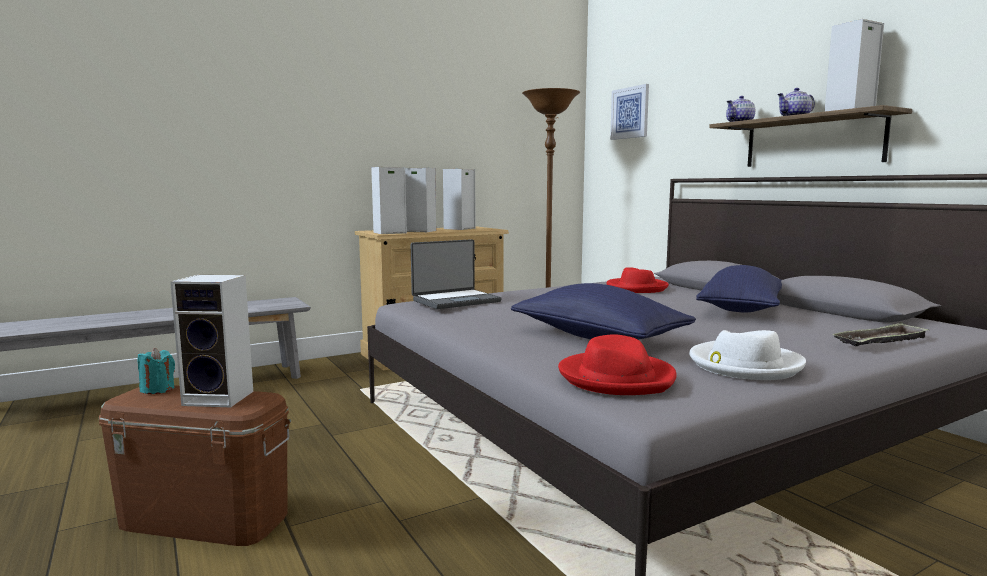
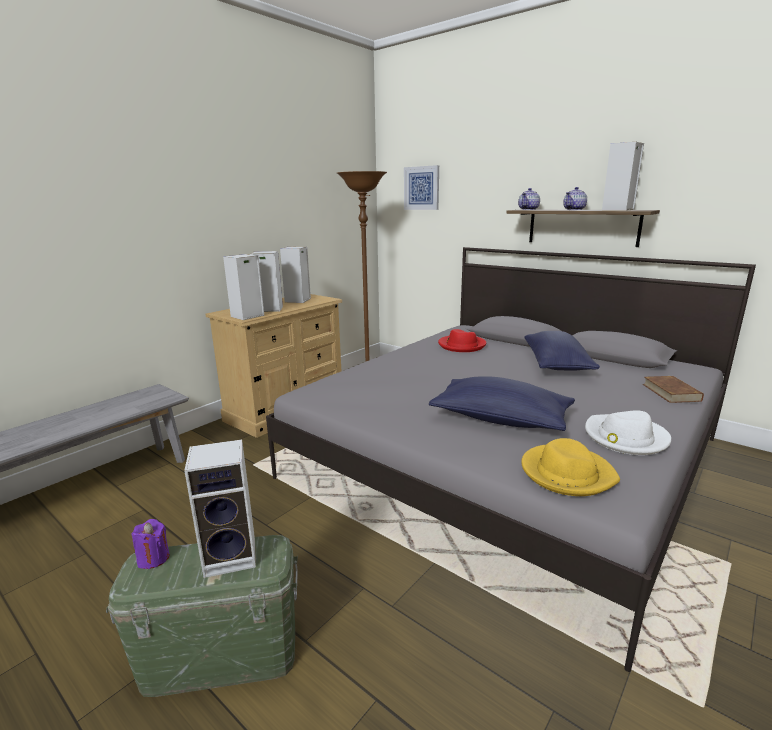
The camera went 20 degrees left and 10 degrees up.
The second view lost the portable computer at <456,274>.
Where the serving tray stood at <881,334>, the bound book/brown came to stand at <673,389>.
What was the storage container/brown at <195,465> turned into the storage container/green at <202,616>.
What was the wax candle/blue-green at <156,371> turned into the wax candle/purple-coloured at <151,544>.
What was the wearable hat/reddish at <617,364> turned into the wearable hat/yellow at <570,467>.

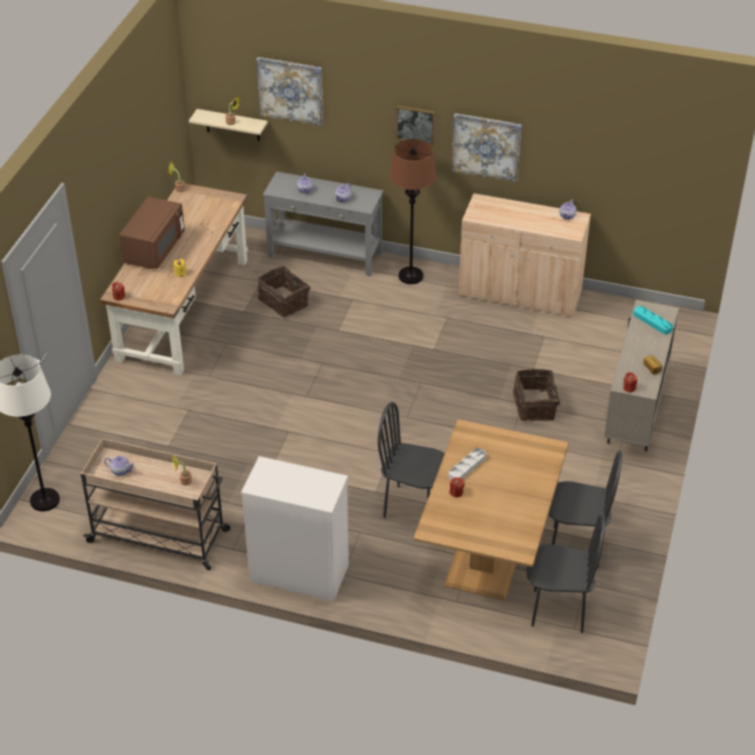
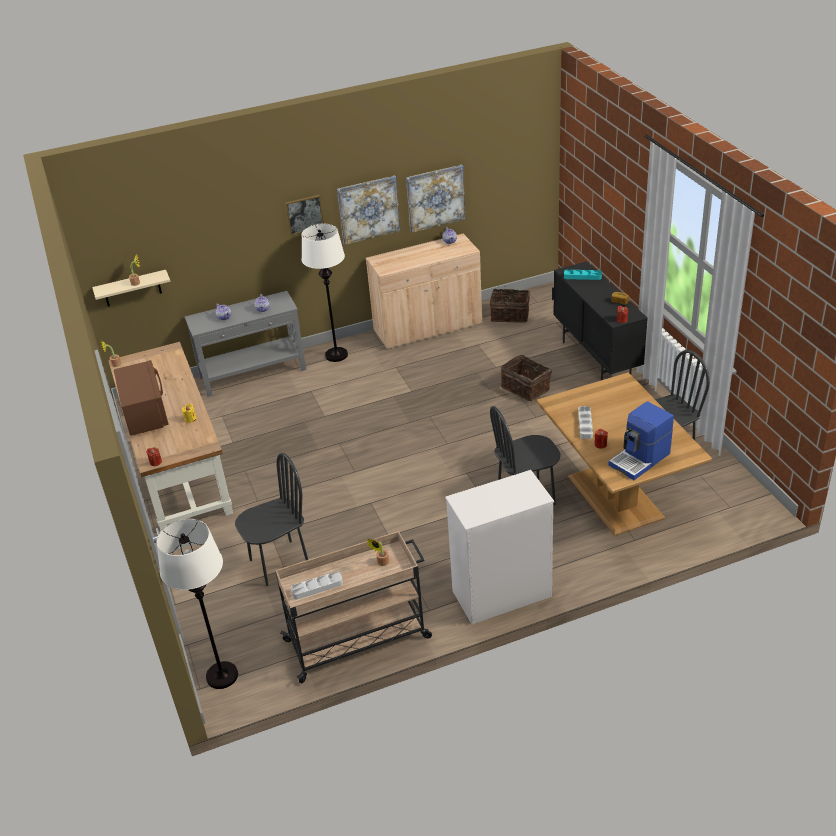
The camera went 35 degrees left and 5 degrees down.
The second view gained the coffee brewer at <641,441>.
The picture ended up elsewhere, having gone from <289,91> to <435,199>.
The basket ended up elsewhere, having gone from <284,291> to <510,306>.
The chair/black-coloured ended up elsewhere, having gone from <566,573> to <271,519>.
Where the teapot stood at <119,466>, the serving tray/greyish came to stand at <317,585>.
What was the standing lamp/brown at <413,211> turned into the standing lamp/white-coloured at <324,293>.
What was the cupboard/beige at <641,376> turned into the cupboard/black-coloured at <600,320>.

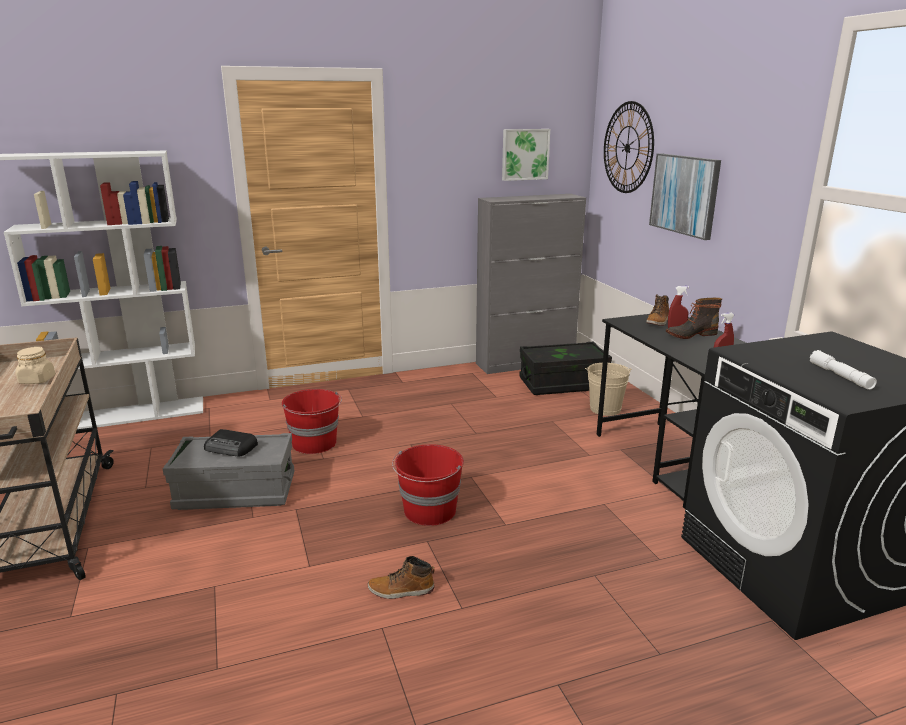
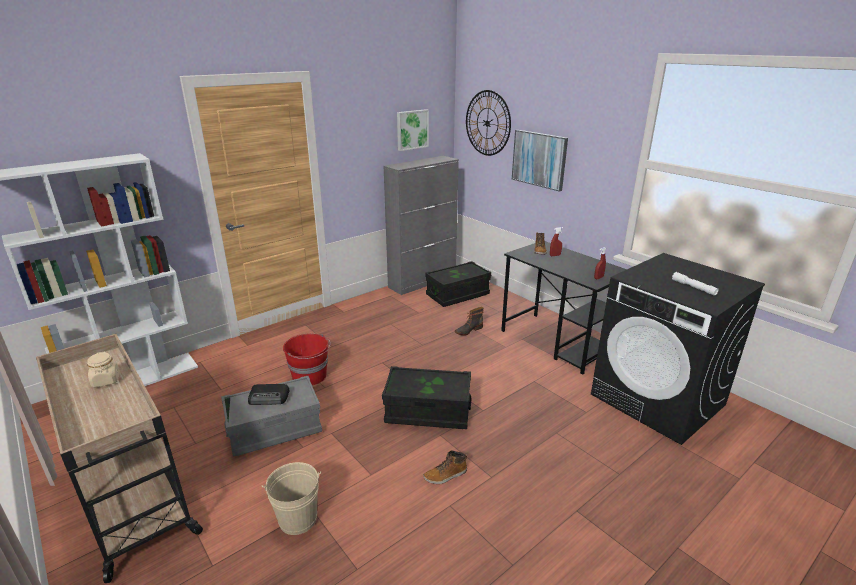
The camera went 20 degrees left and 5 degrees up.
The water bucket/beige ended up elsewhere, having gone from <608,389> to <291,498>.
The tall boot ended up elsewhere, having gone from <694,318> to <469,321>.
Where the water bucket/reddish stood at <428,485>, the storage container/black-coloured came to stand at <426,397>.

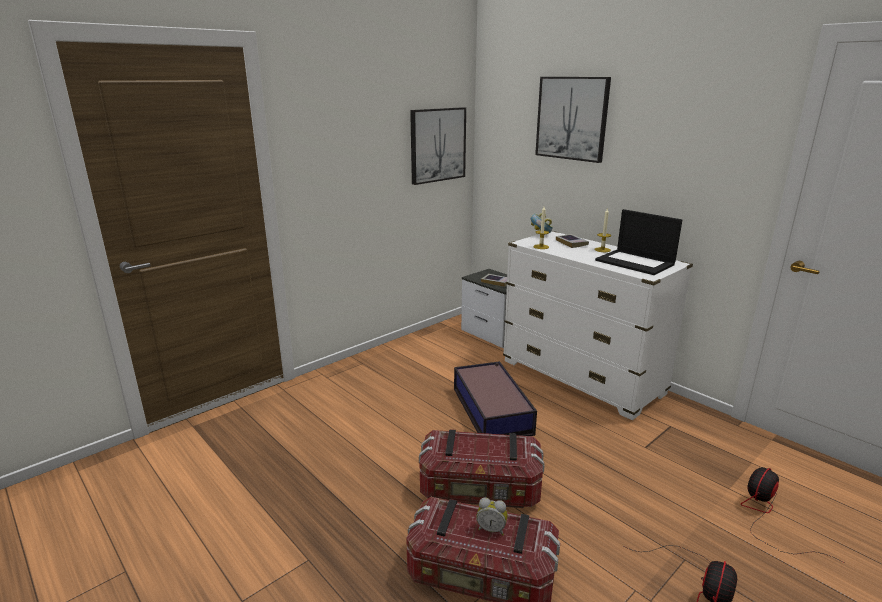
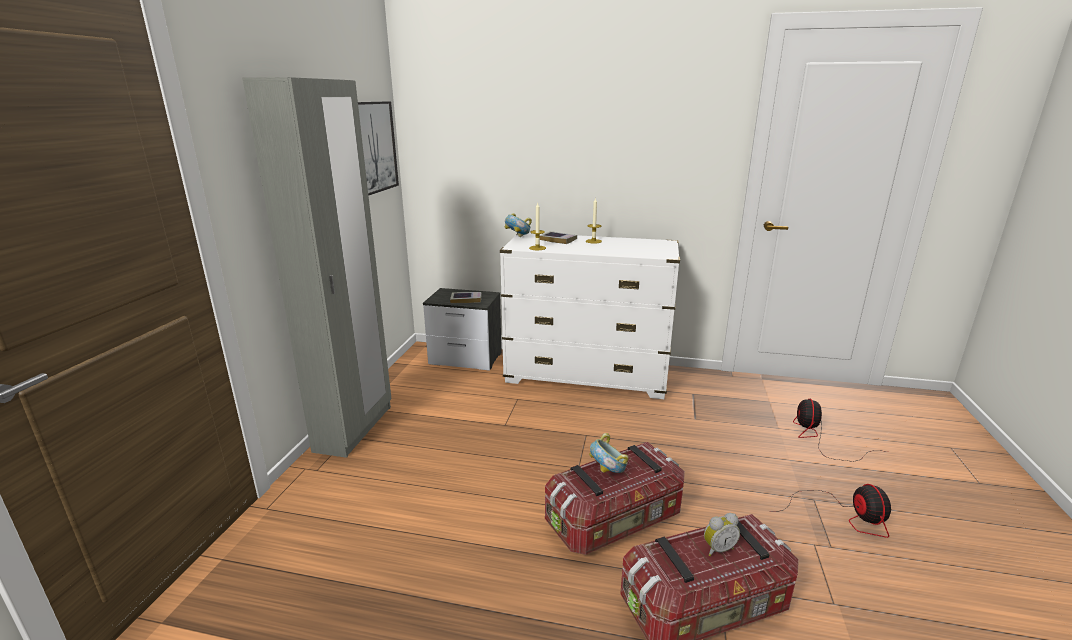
The camera went 35 degrees left and 0 degrees up.
The second view lost the storage container at <495,398>.
The second view lost the picture at <573,120>.
The second view lost the portable computer at <638,242>.
The second view gained the armoire/greyish at <317,267>.
The second view gained the bowl at <609,453>.

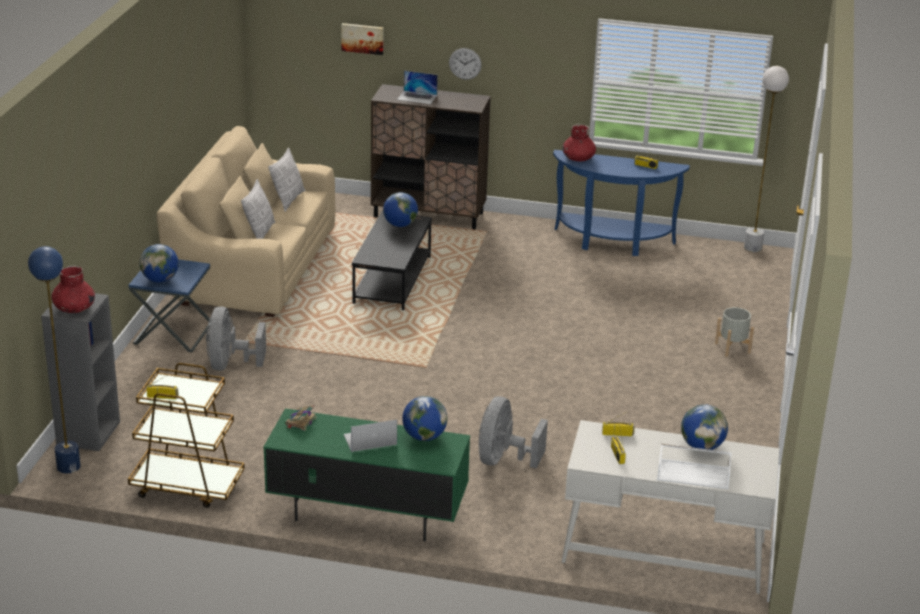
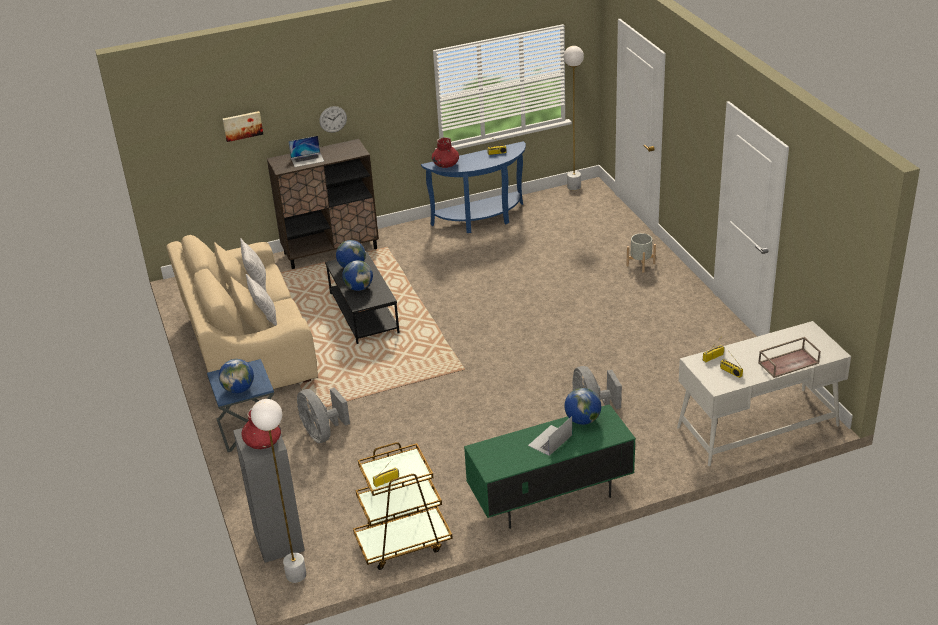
The camera went 30 degrees left and 5 degrees up.
The second view lost the bound book at <301,418>.
The desk globe ended up elsewhere, having gone from <704,427> to <357,275>.
What was the standing lamp/bluish at <54,360> turned into the standing lamp/white-coloured at <279,491>.
What was the serving tray/white-coloured at <694,466> turned into the serving tray/brown at <789,357>.

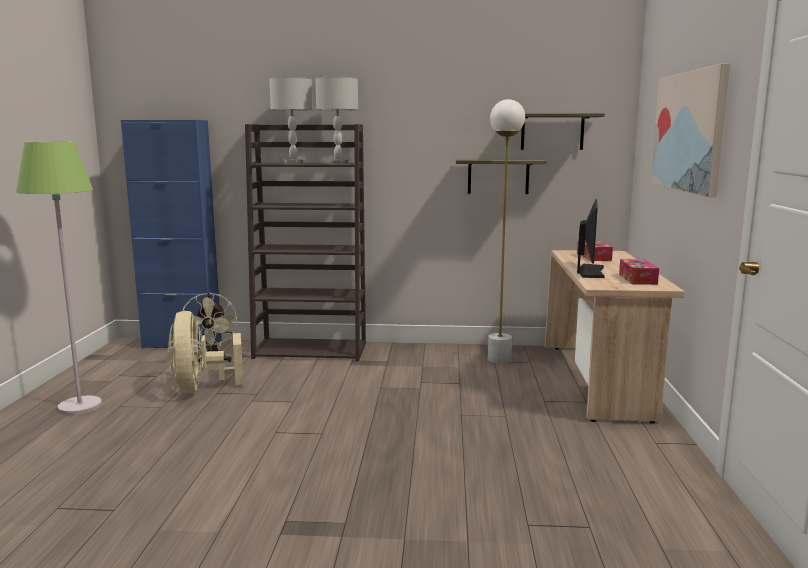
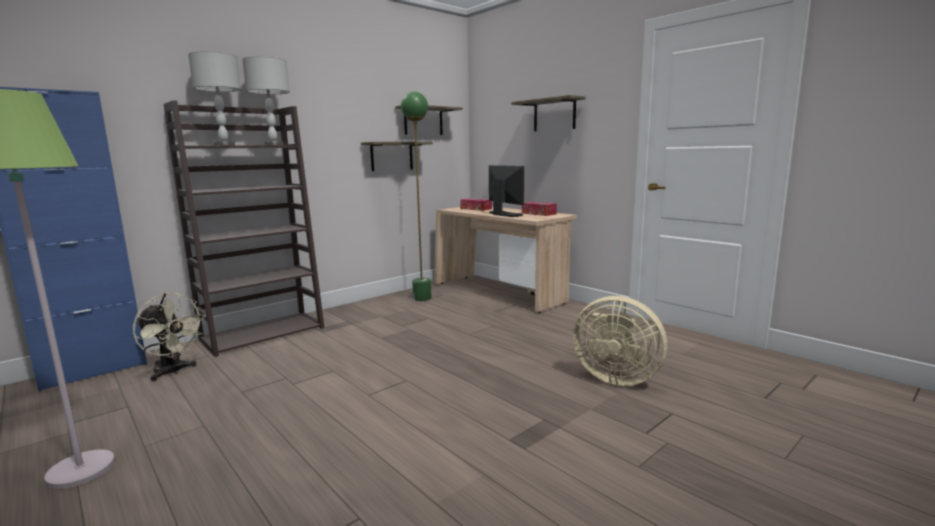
The camera went 45 degrees left and 0 degrees up.
The fan/beige ended up elsewhere, having gone from <206,352> to <620,341>.
Where the picture hung at <690,130>, the bracket shelf came to hang at <548,113>.
What was the standing lamp/white-coloured at <506,231> turned into the standing lamp/green at <416,196>.

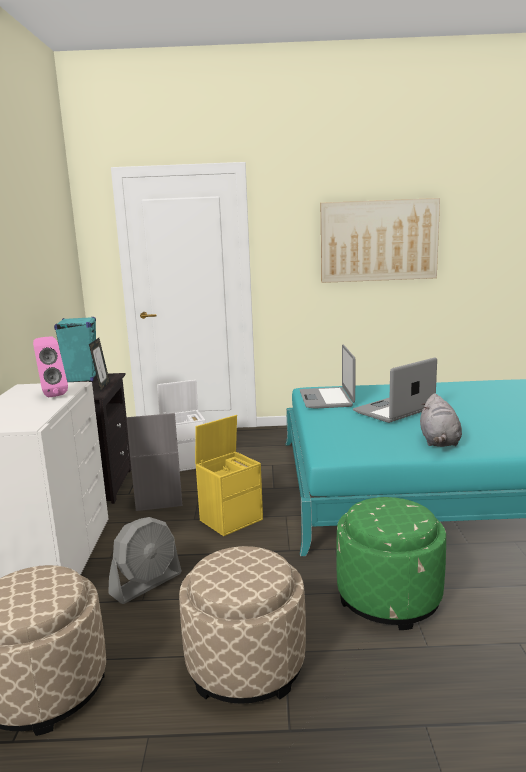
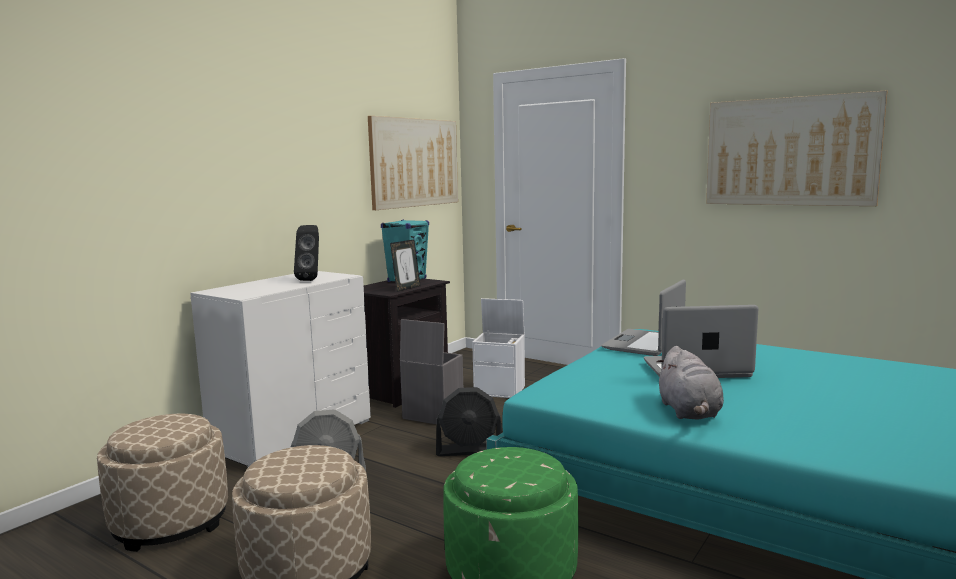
The camera went 35 degrees right and 5 degrees down.
The second view gained the picture at <413,163>.
Where the storage container/yellow stood at <229,475>, the fan/black-coloured came to stand at <469,421>.
What was the audio speaker/pink at <50,366> turned into the audio speaker/black-coloured at <306,253>.
The soft toy/greyish at <441,420> ended up facing another way, 45 degrees counterclockwise from before.

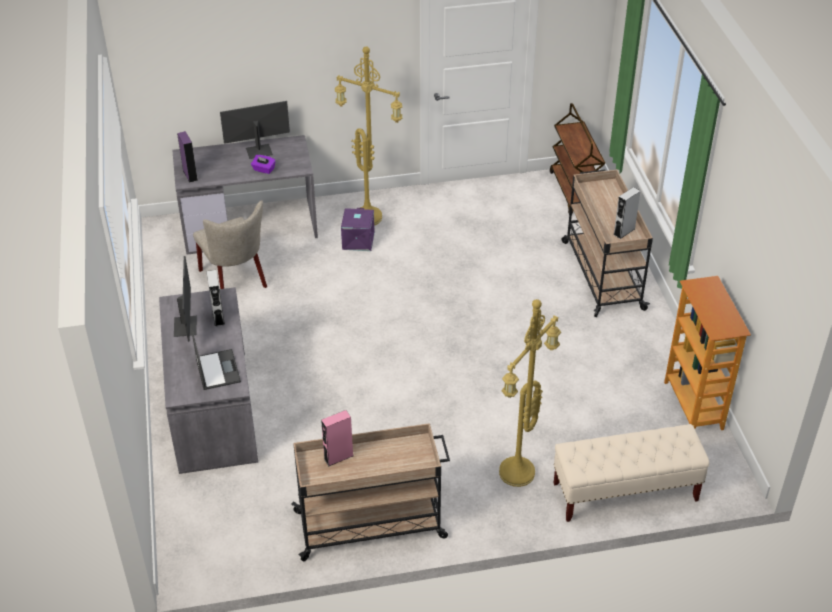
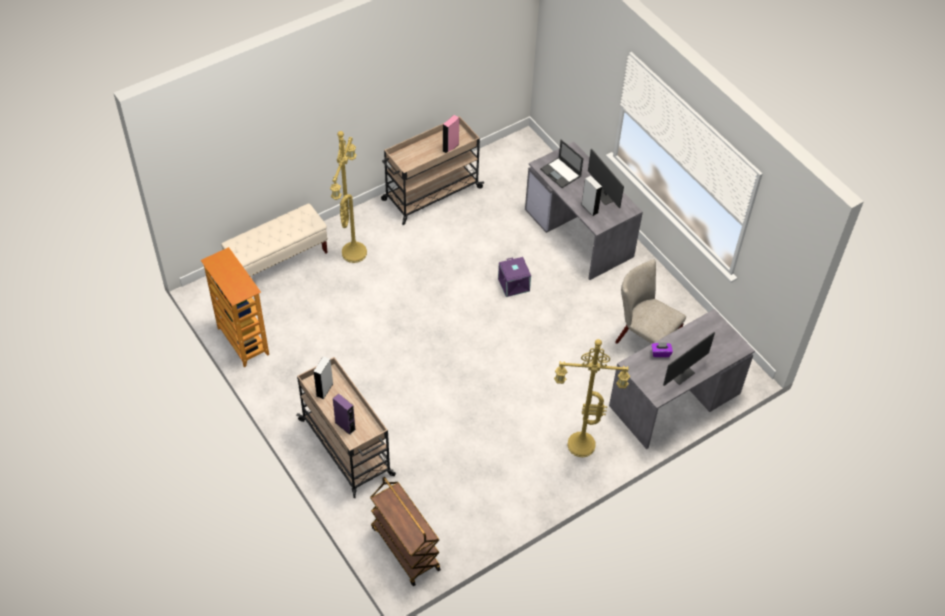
The camera went 155 degrees right and 10 degrees up.
The audio speaker/purple-coloured ended up elsewhere, having gone from <187,157> to <344,414>.
The storage container/purple-coloured ended up elsewhere, having gone from <358,229> to <514,277>.

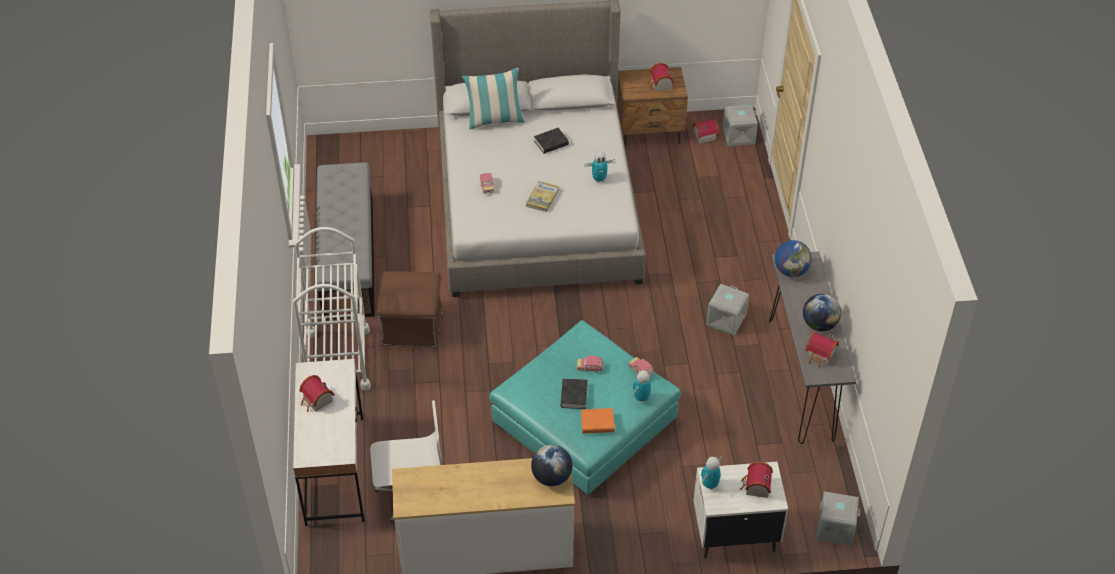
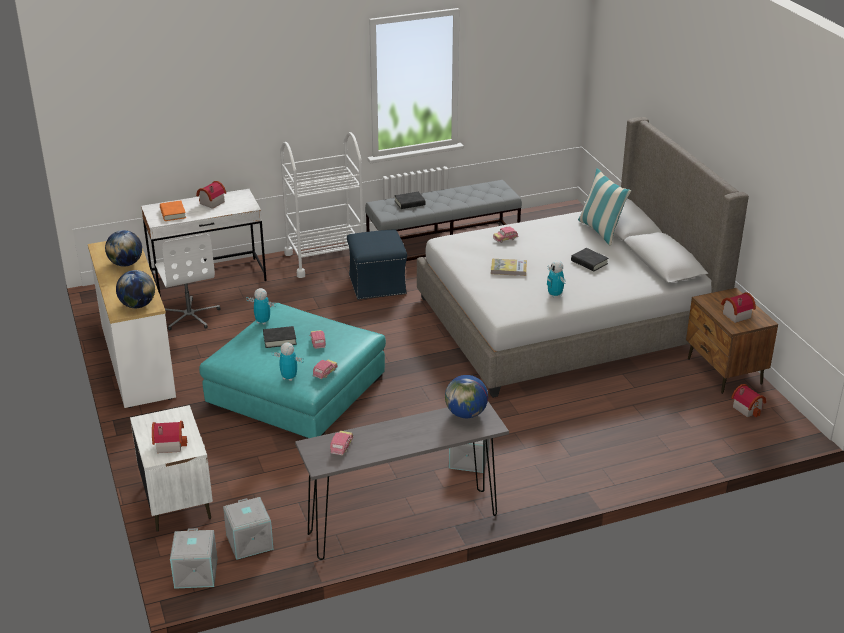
The camera went 75 degrees right and 15 degrees down.
The second view gained the bound book/black-coloured at <409,200>.
The bound book/orangey ended up elsewhere, having gone from <598,421> to <173,210>.
The toy robot ended up elsewhere, having gone from <711,473> to <261,306>.
The storage container/greyish ended up elsewhere, having gone from <740,125> to <248,528>.
The desk globe ended up elsewhere, having gone from <822,313> to <123,248>.
Where the model house stood at <822,350>, the miniature car came to stand at <341,443>.
What was the pouffe/brown at <409,309> turned into the pouffe/bluish at <377,264>.

